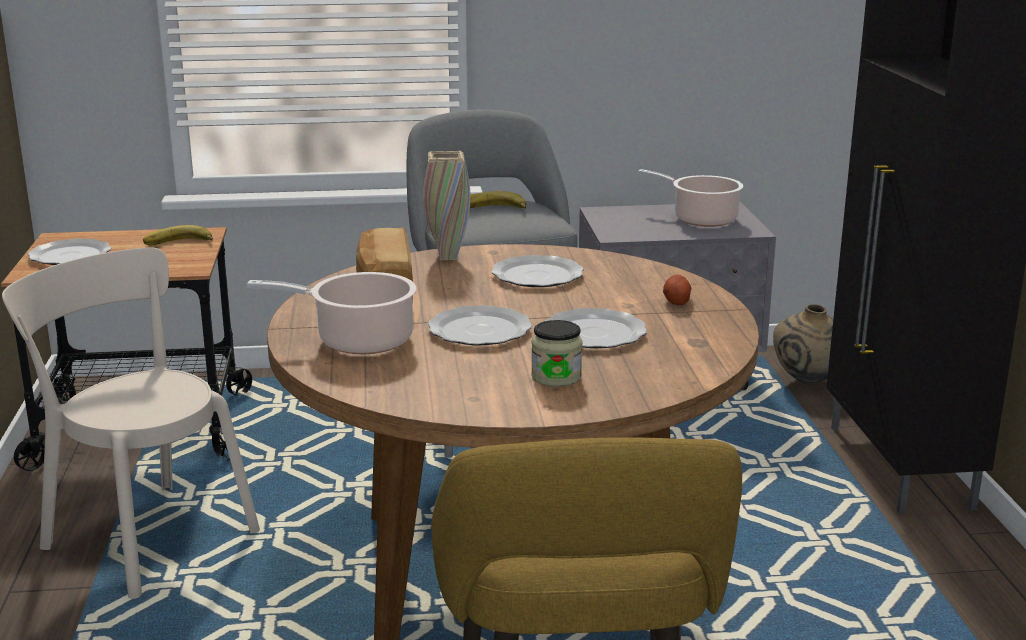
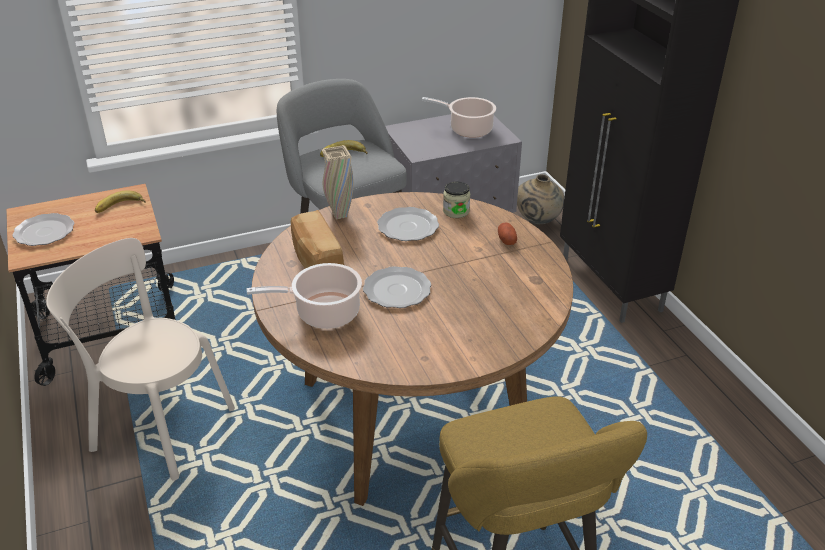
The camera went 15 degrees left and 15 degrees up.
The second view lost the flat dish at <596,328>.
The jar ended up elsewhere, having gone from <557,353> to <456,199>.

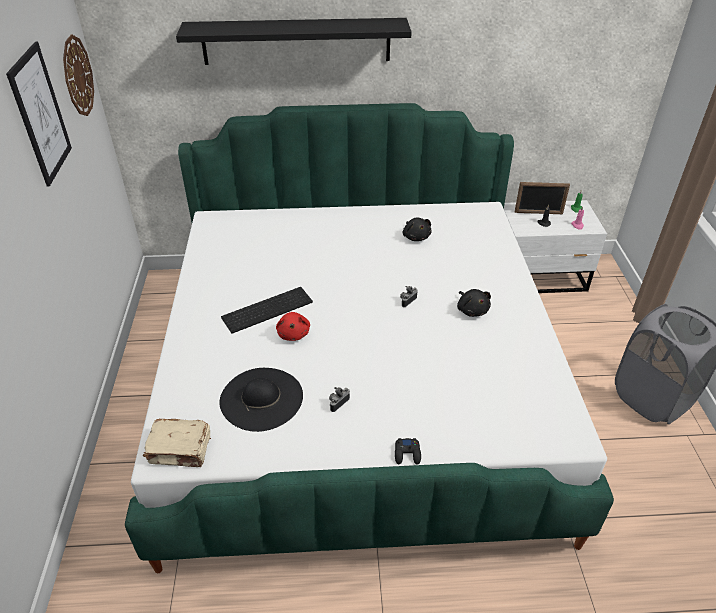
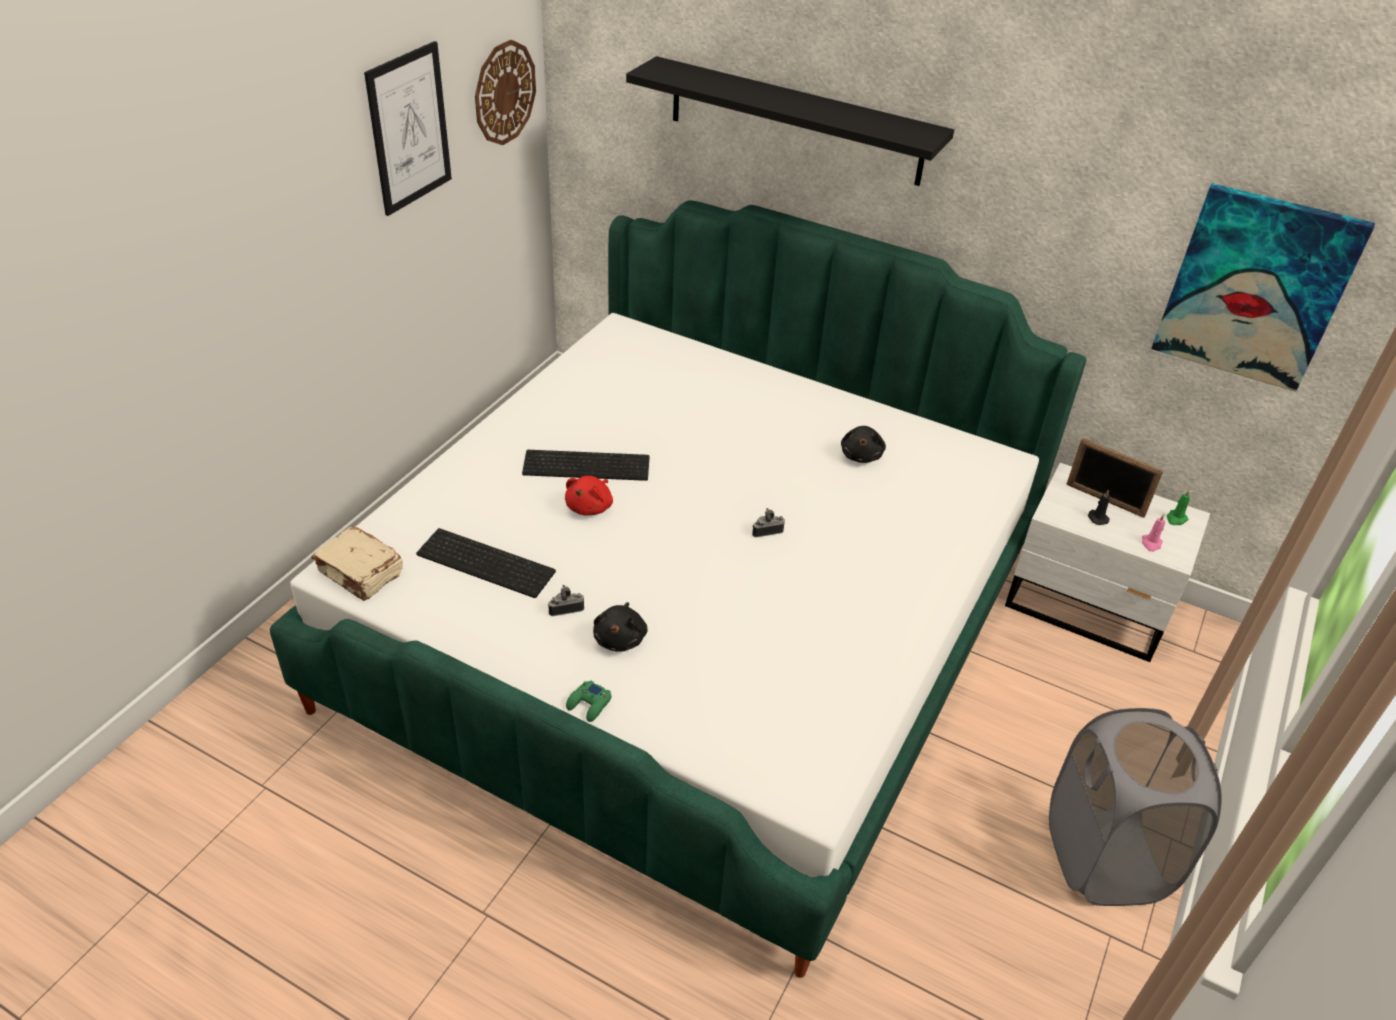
The camera went 30 degrees right and 0 degrees up.
The second view gained the picture at <1263,287>.
The soft toy/black-coloured ended up elsewhere, having gone from <474,303> to <620,627>.
Where the wearable hat/black-coloured stood at <261,400>, the keyboard came to stand at <486,563>.
What was the game controller/black-coloured at <408,451> turned into the game controller/green at <588,701>.

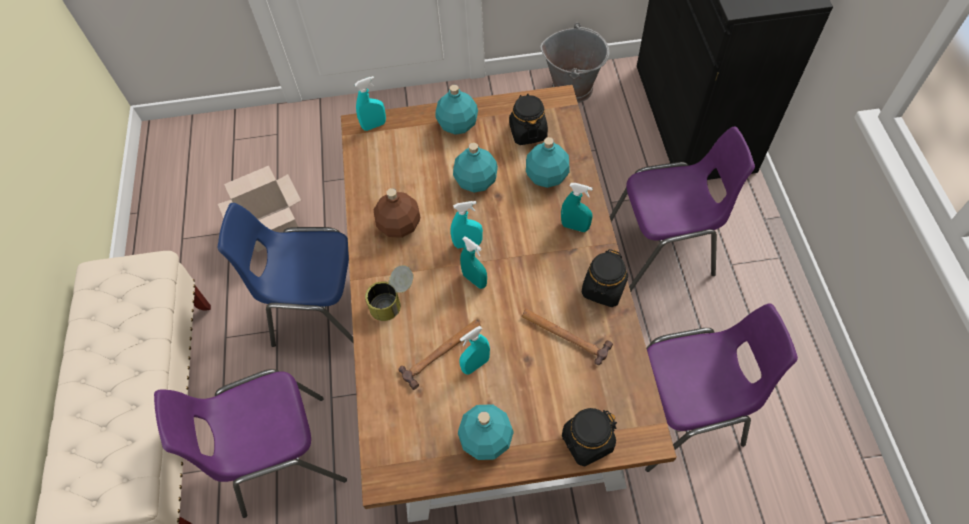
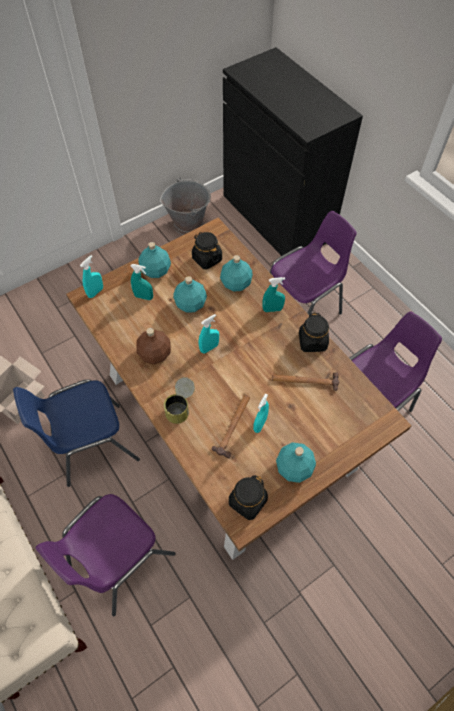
The camera went 30 degrees left and 0 degrees up.
The sprayer/blue-green ended up elsewhere, having gone from <473,262> to <142,282>.
The jar/black-coloured ended up elsewhere, having gone from <589,437> to <248,497>.

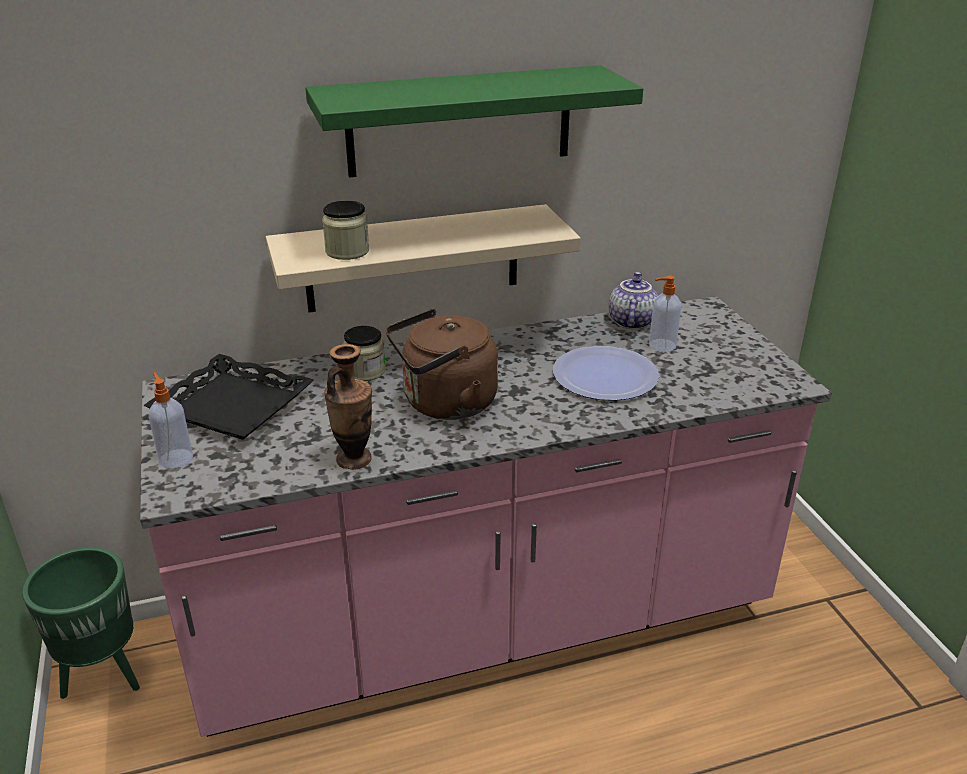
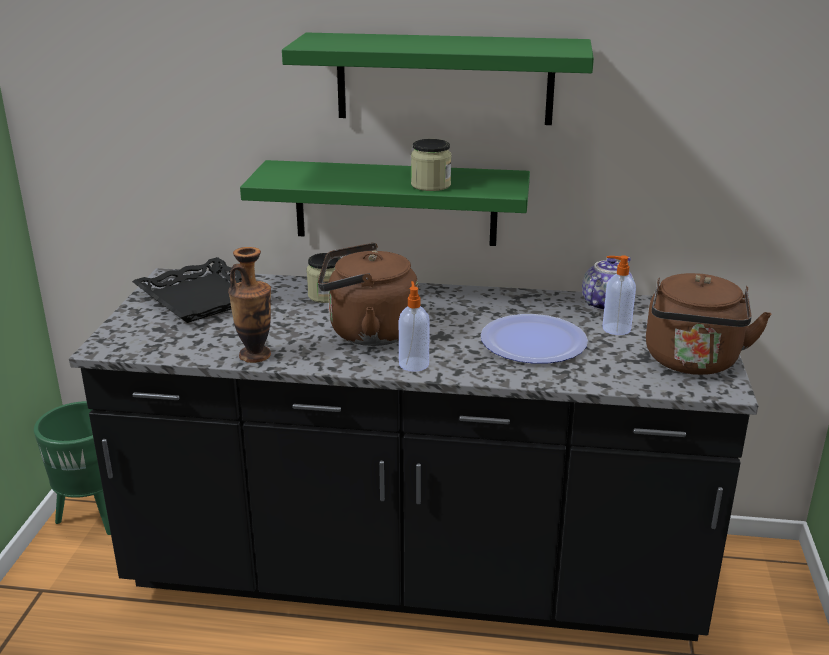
The camera went 25 degrees right and 5 degrees down.
The second view gained the tea kettle/brown at <709,324>.
The liquid soap bottle ended up elsewhere, having gone from <171,420> to <414,326>.
The jar ended up elsewhere, having gone from <345,230> to <431,165>.
What was the counter/pink at <486,516> turned into the counter/black-coloured at <413,454>.
What was the bracket shelf/beige at <423,258> turned into the bracket shelf/green at <385,203>.

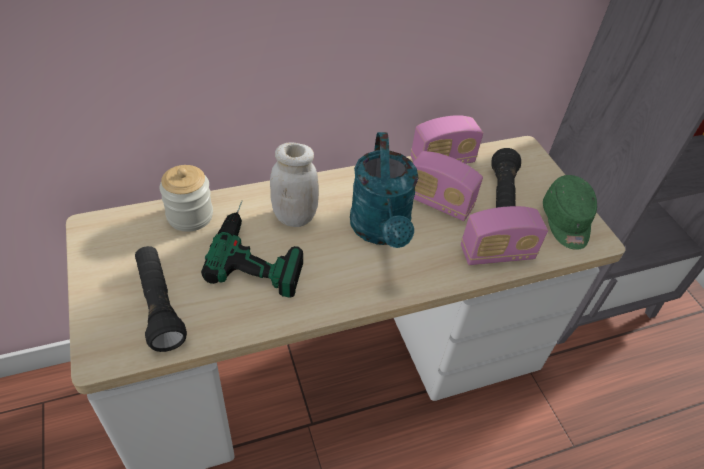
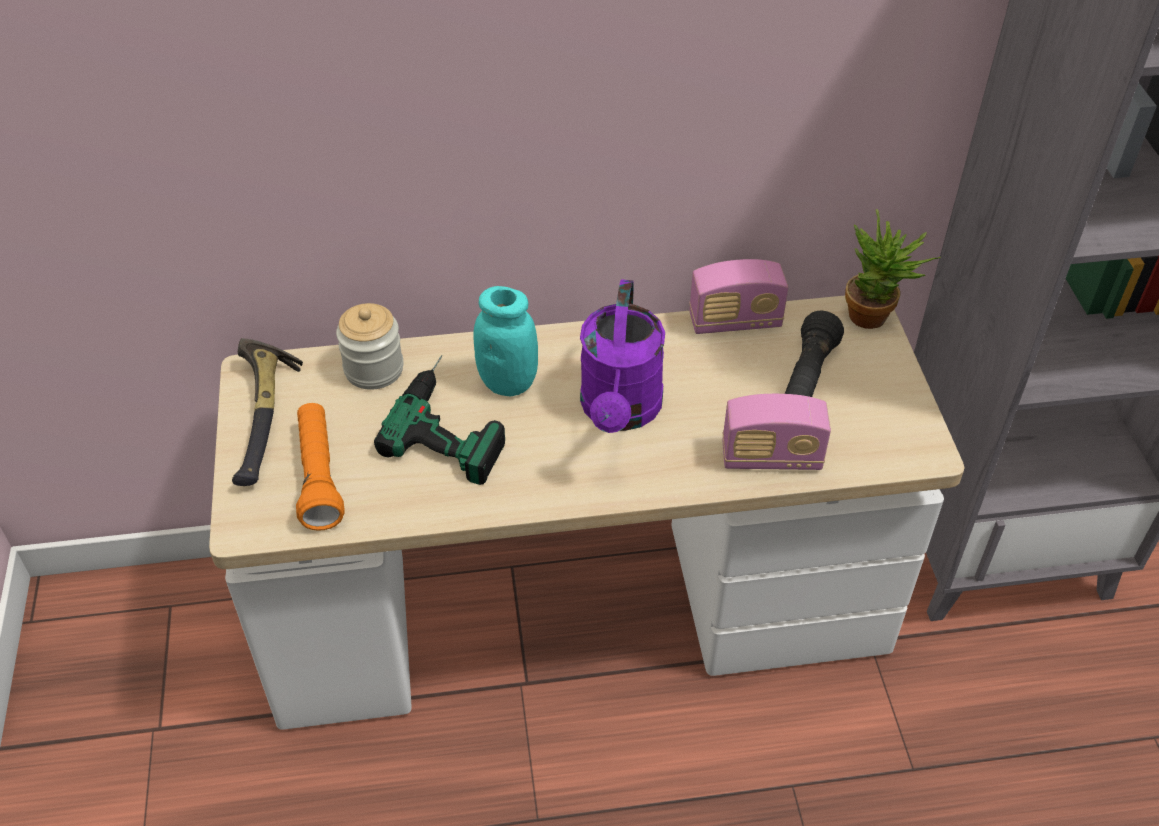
The camera went 15 degrees right and 0 degrees up.
The second view lost the radio receiver at <448,186>.
The second view lost the cap/green at <570,212>.
The second view gained the hammer at <267,412>.
The second view gained the potted plant at <893,269>.
What was the hand torch/black-coloured at <161,299> turned into the hand torch/orangey at <320,467>.
What was the jar/white-coloured at <294,185> turned into the jar/blue-green at <505,341>.
What was the watering pot/blue-green at <384,190> turned into the watering pot/purple-coloured at <622,356>.

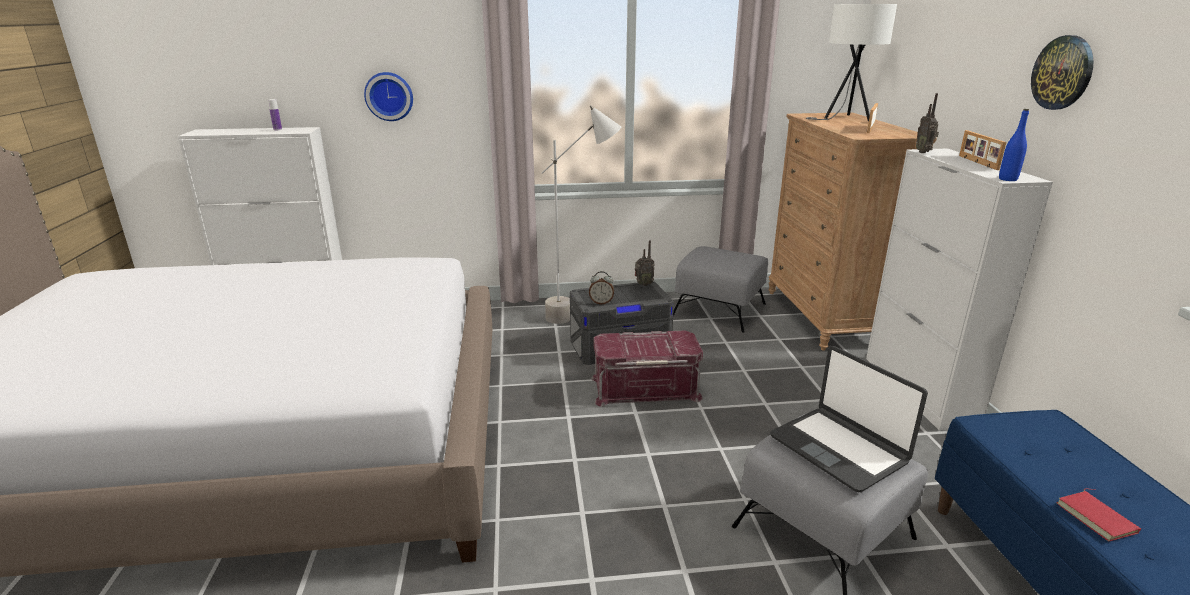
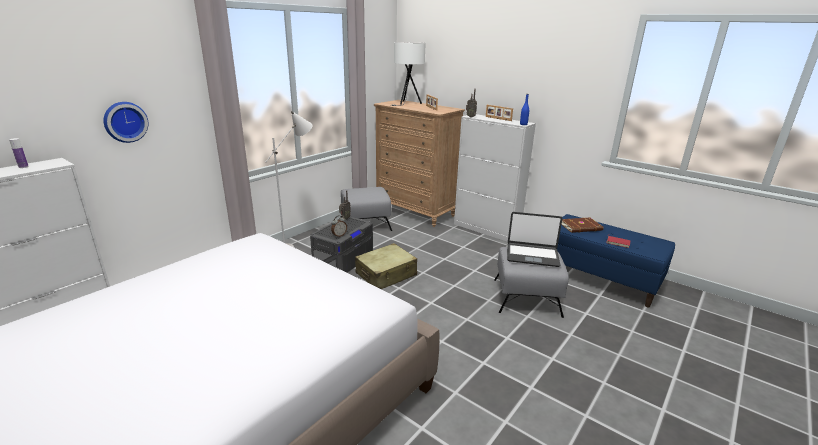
The camera went 45 degrees left and 0 degrees up.
The second view lost the hanging clock at <1062,72>.
The second view gained the bound book/brown at <582,225>.
Where the storage container/reddish stood at <647,368>, the travel case/beige came to stand at <386,266>.

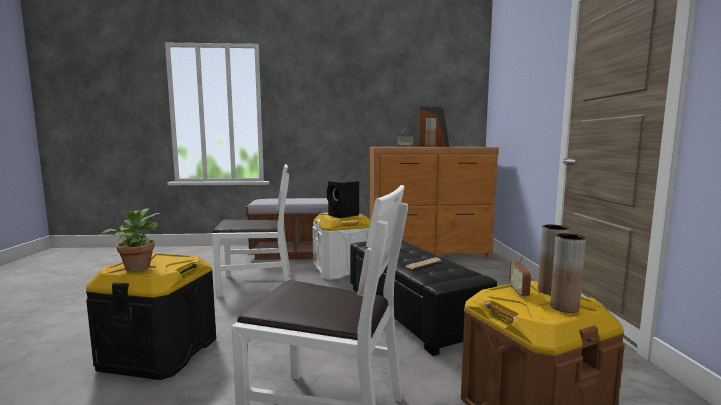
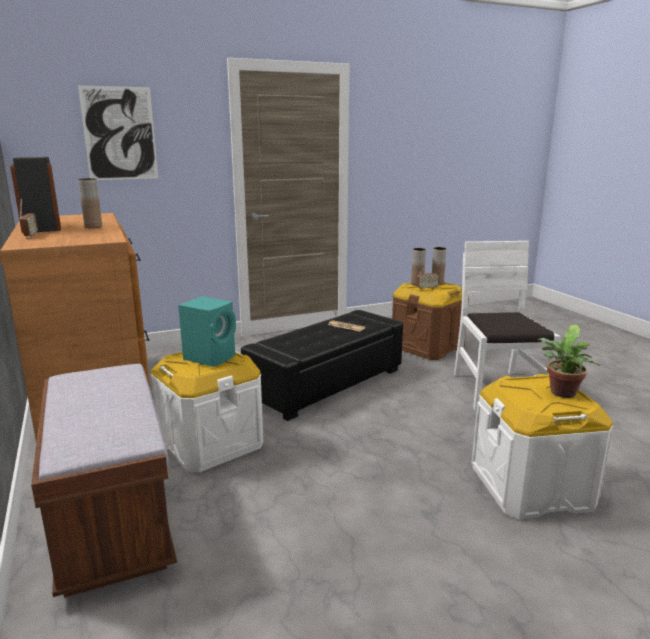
The camera went 110 degrees left and 10 degrees up.
The second view lost the chair/white-coloured at <251,230>.
The second view gained the picture at <118,132>.
What was the storage container/black-coloured at <151,316> turned into the storage container/white-coloured at <542,446>.
What was the audio speaker/black-coloured at <343,199> turned into the audio speaker/blue-green at <207,331>.

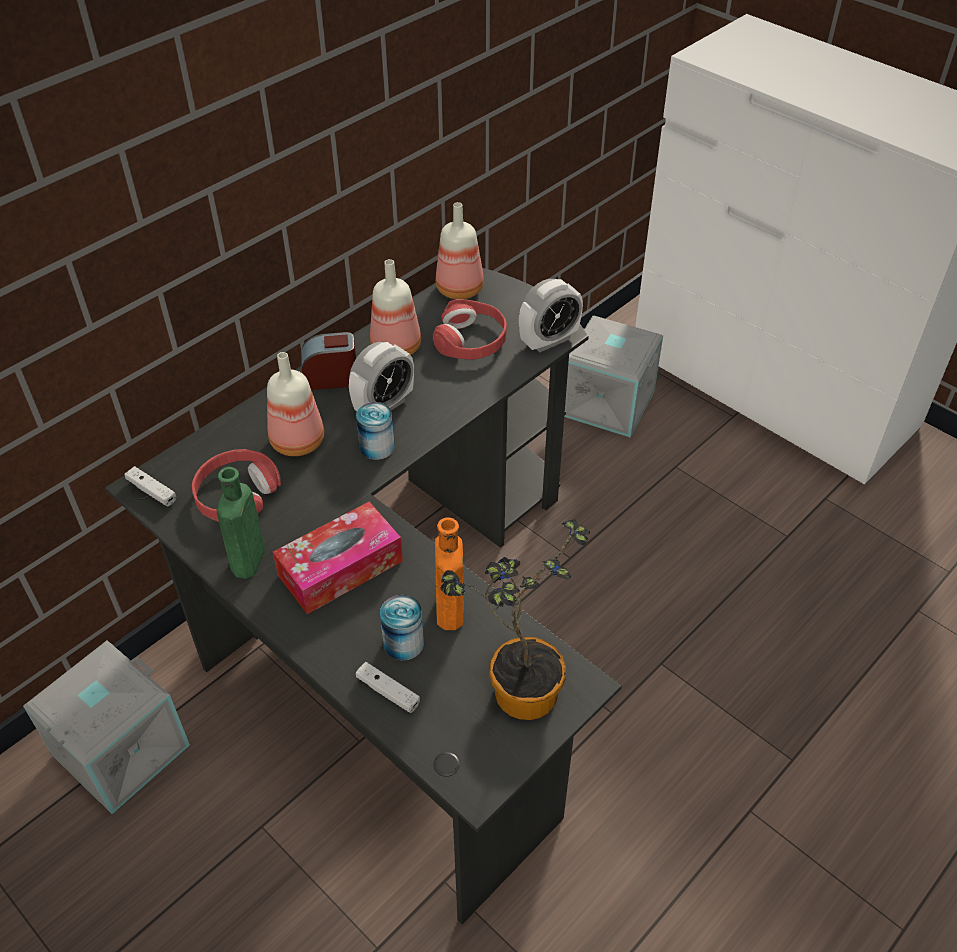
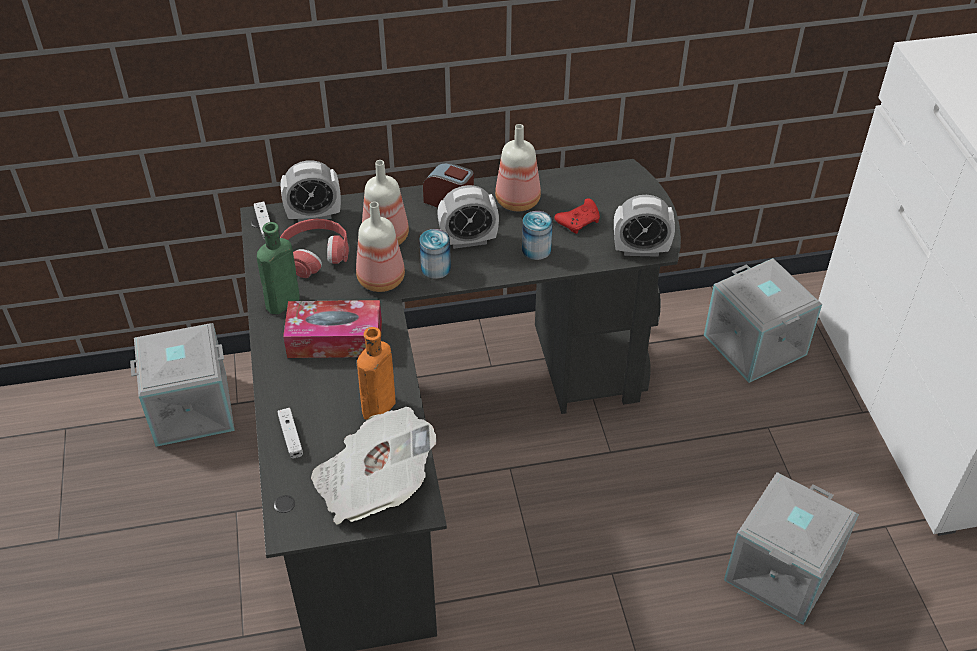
The camera went 35 degrees right and 0 degrees up.
The second view gained the table clock at <311,191>.
The second view gained the storage container/greyish at <791,548>.
The metal can ended up elsewhere, having gone from <402,628> to <537,235>.
The bottle ended up elsewhere, having gone from <460,250> to <380,247>.
Where the headset/reddish stood at <470,329>, the game controller/reddish came to stand at <577,216>.
Where the potted plant stood at <515,619>, the printed paper came to stand at <374,466>.

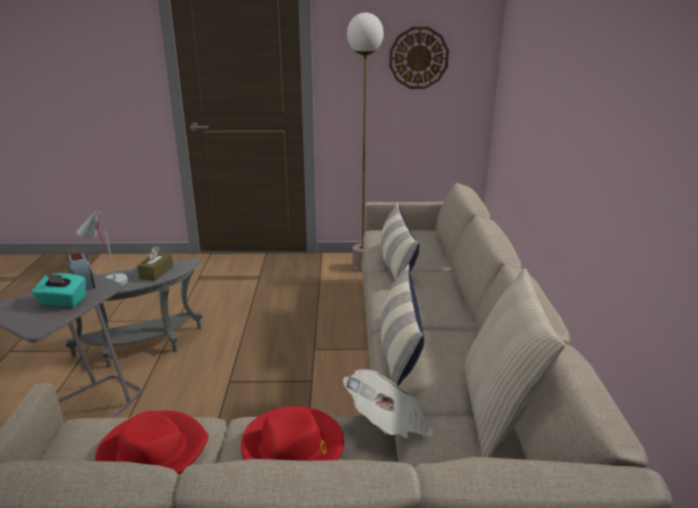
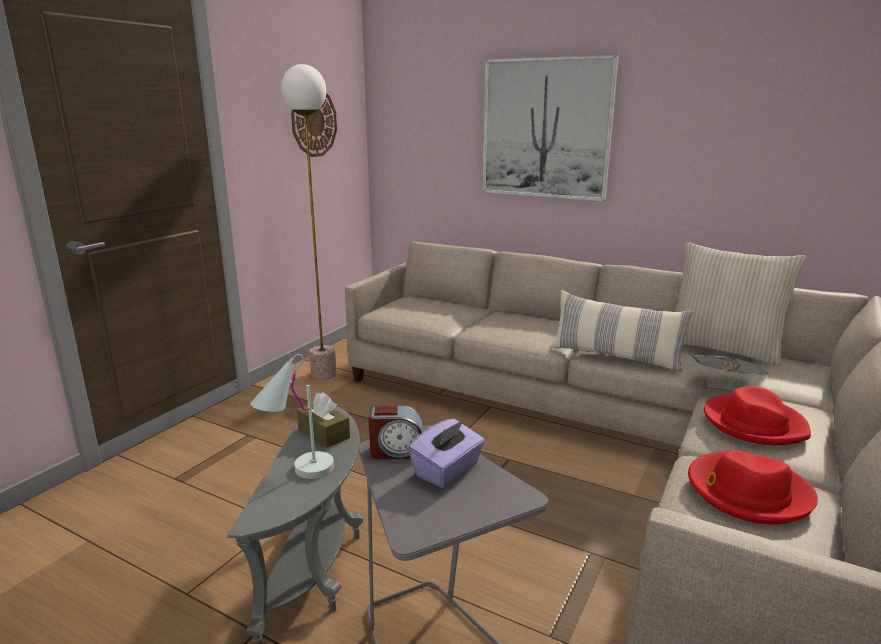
The camera went 60 degrees left and 5 degrees down.
The second view lost the throw pillow at <400,241>.
The second view gained the picture at <550,128>.
What was the box of tissues/blue-green at <59,290> turned into the box of tissues/purple-coloured at <446,453>.

